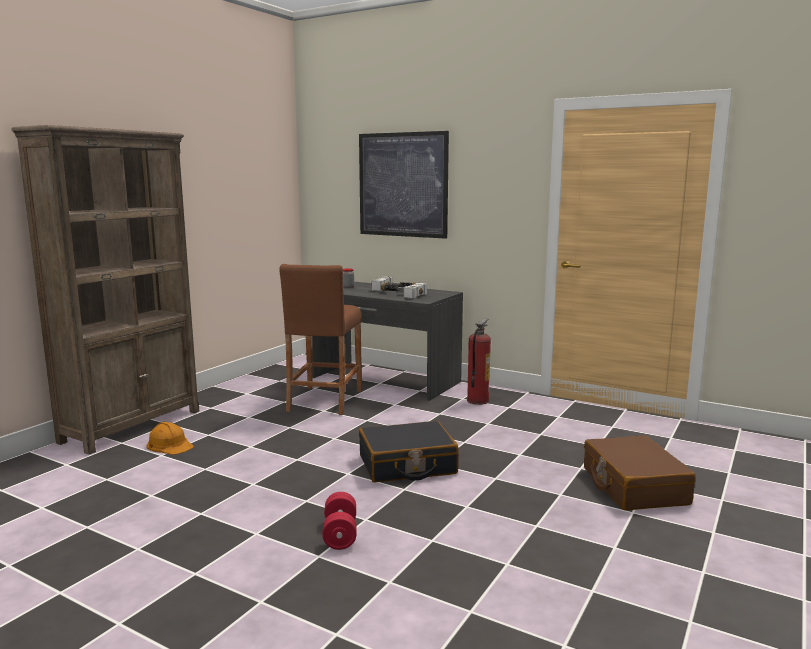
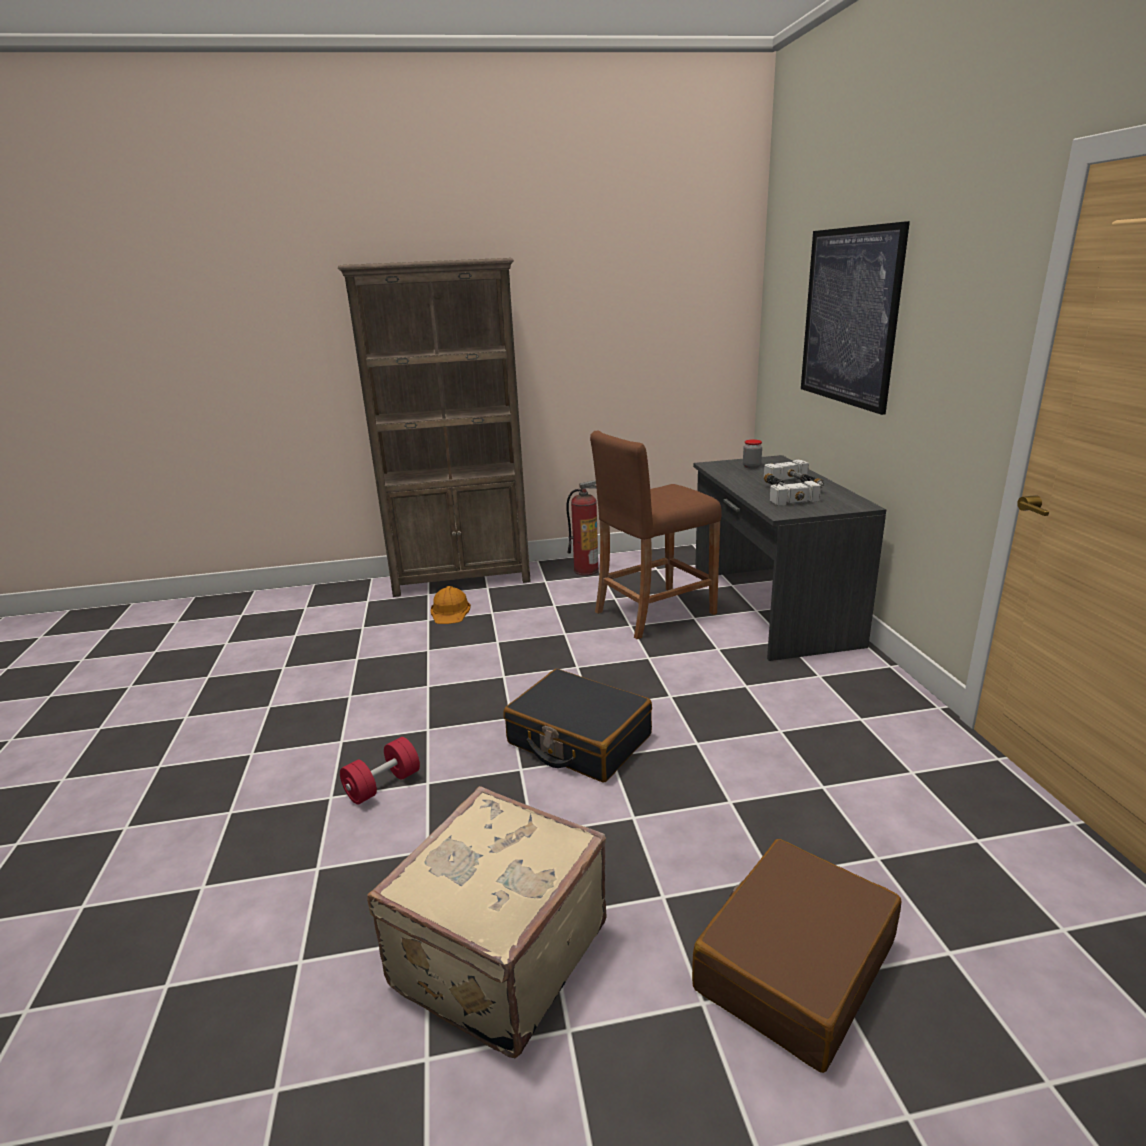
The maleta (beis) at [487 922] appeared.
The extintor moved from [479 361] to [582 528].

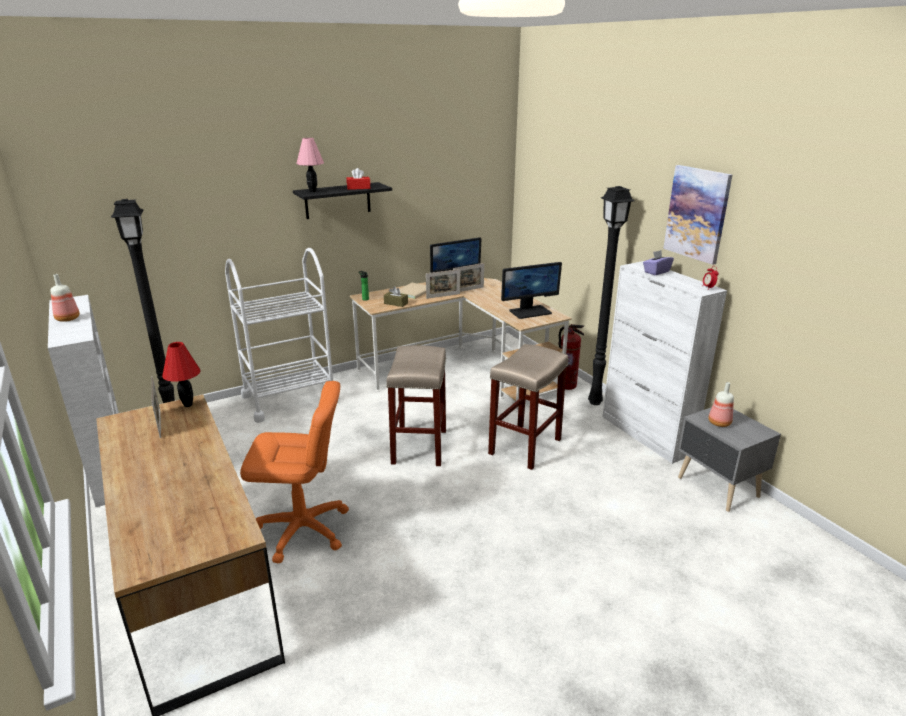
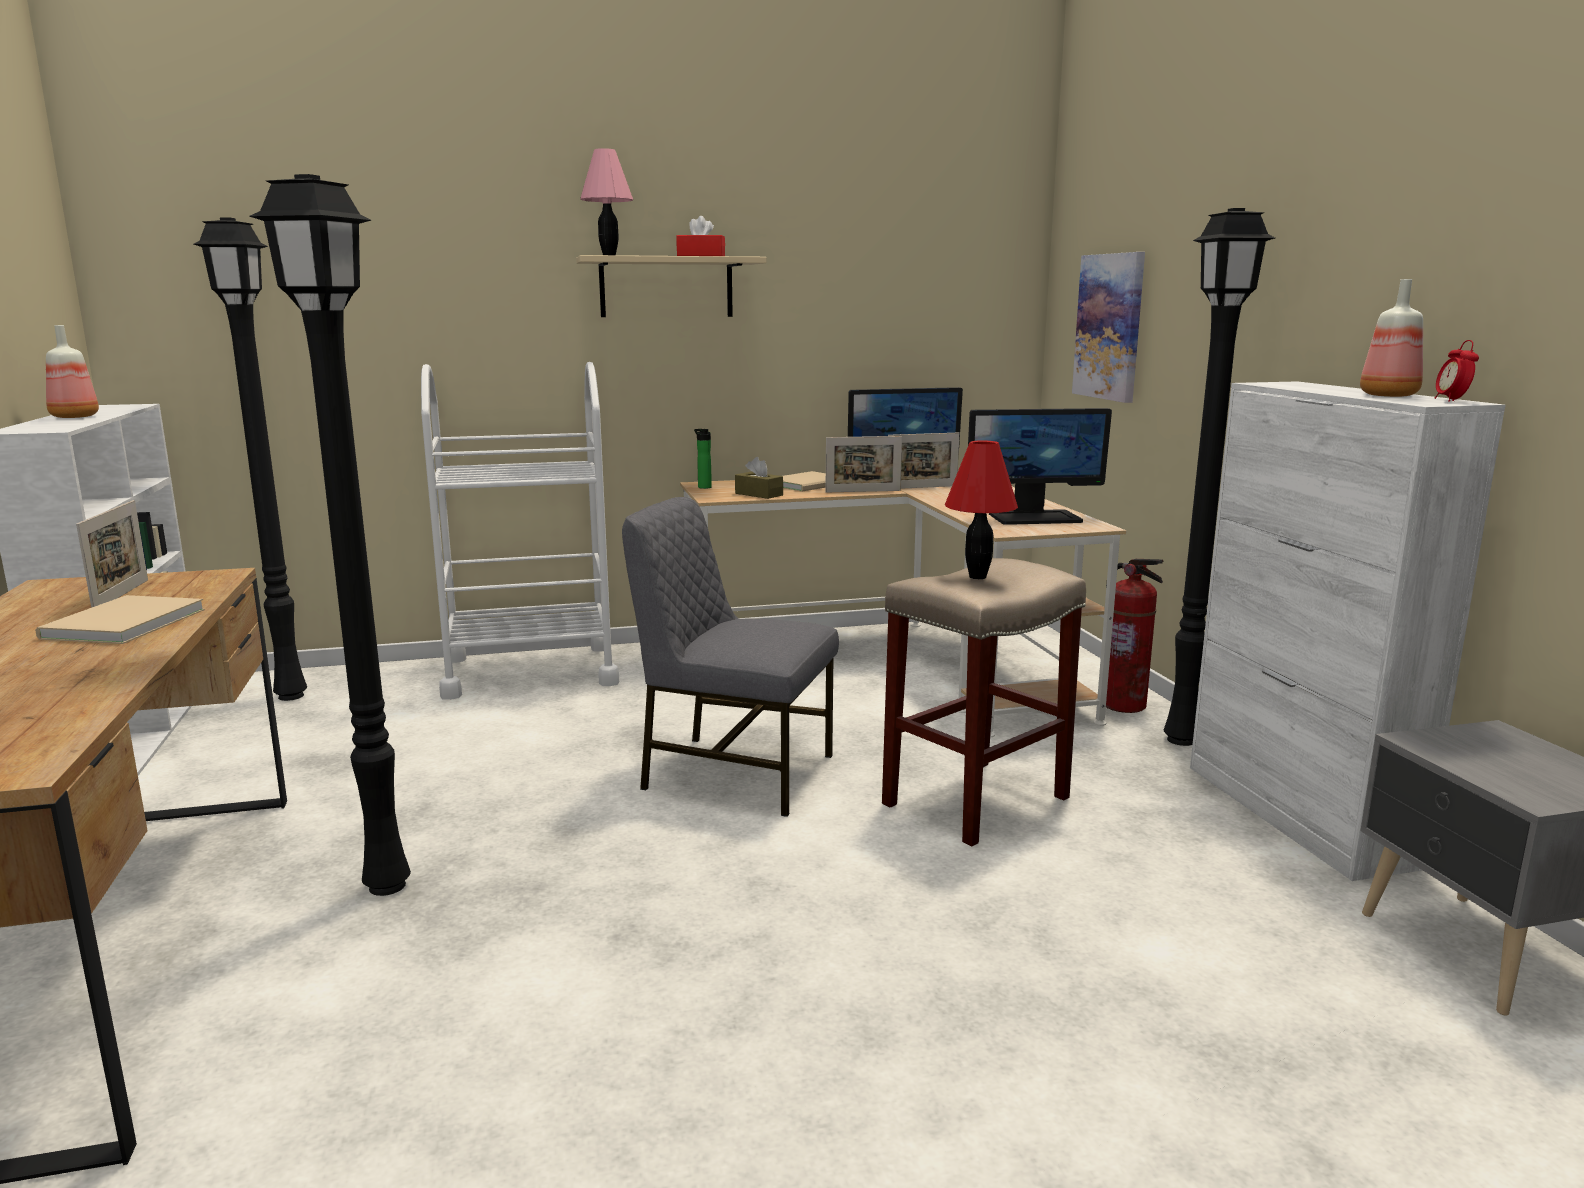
The libro (beis) at [120 619] appeared.
The silla de oficina (naranja) at [294 472] was replaced by the lámpara de pie (negro) at [330 535].
The estante (negro) at [342 200] became the estante (beis) at [671 286].
The taburete (beis) at [416 405] was replaced by the silla (gris) at [730 657].
The lámpara de mesa (rojo) moved from [181 374] to [981 509].
The cuadro moved from [697 215] to [1108 327].
The botella moved from [721 404] to [1391 338].
The caja de pañuelos (morado) at [658 262] disappeared.

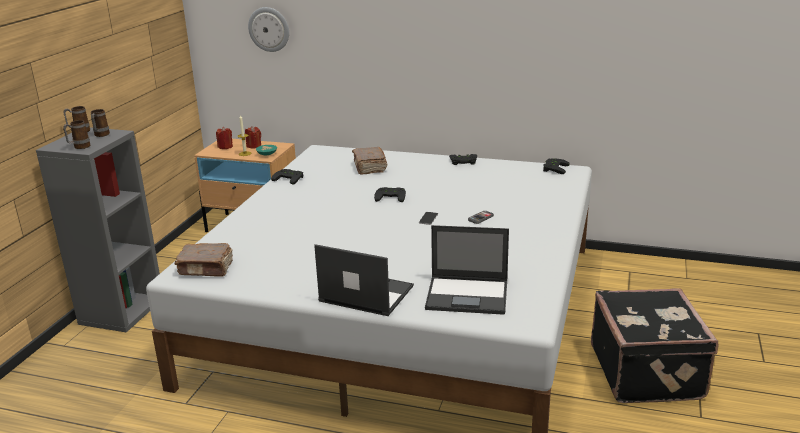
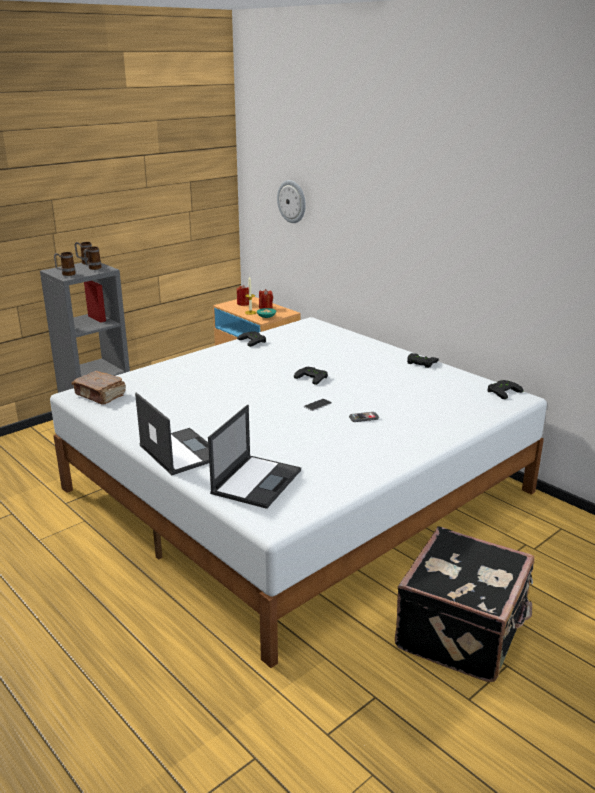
The portátil at [467 270] turned 105 degrees counterclockwise.
The libro (marrón) at [369 161] disappeared.

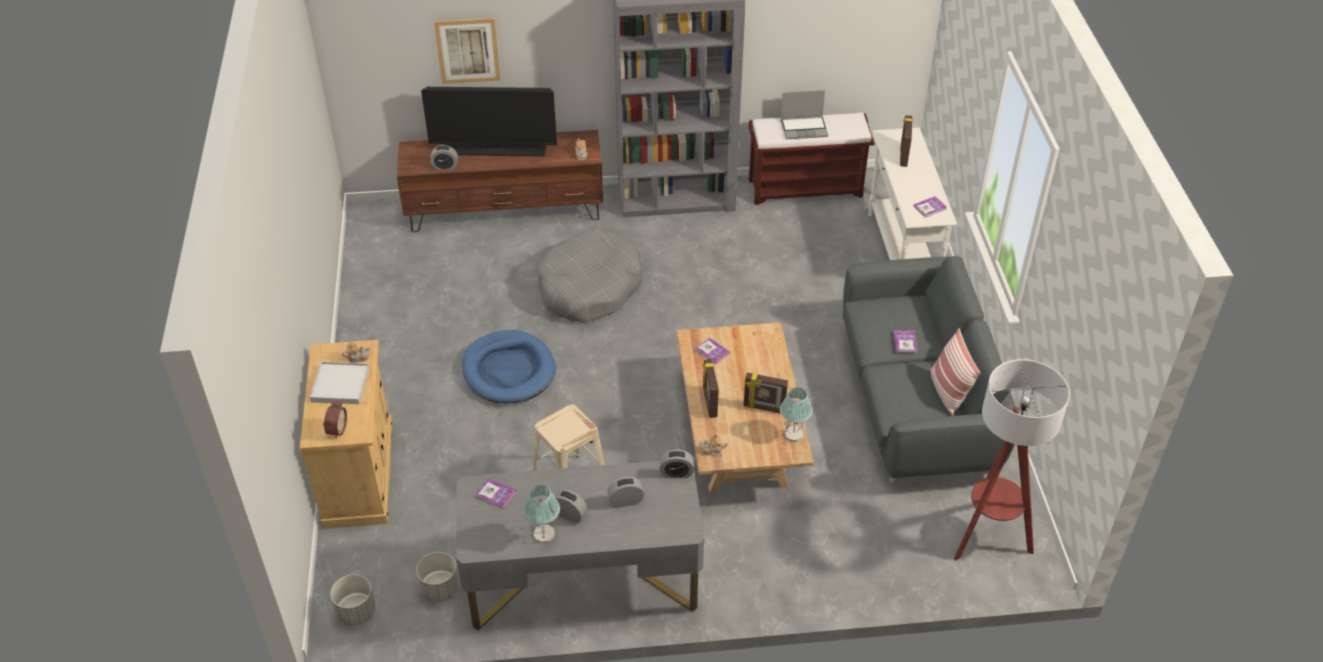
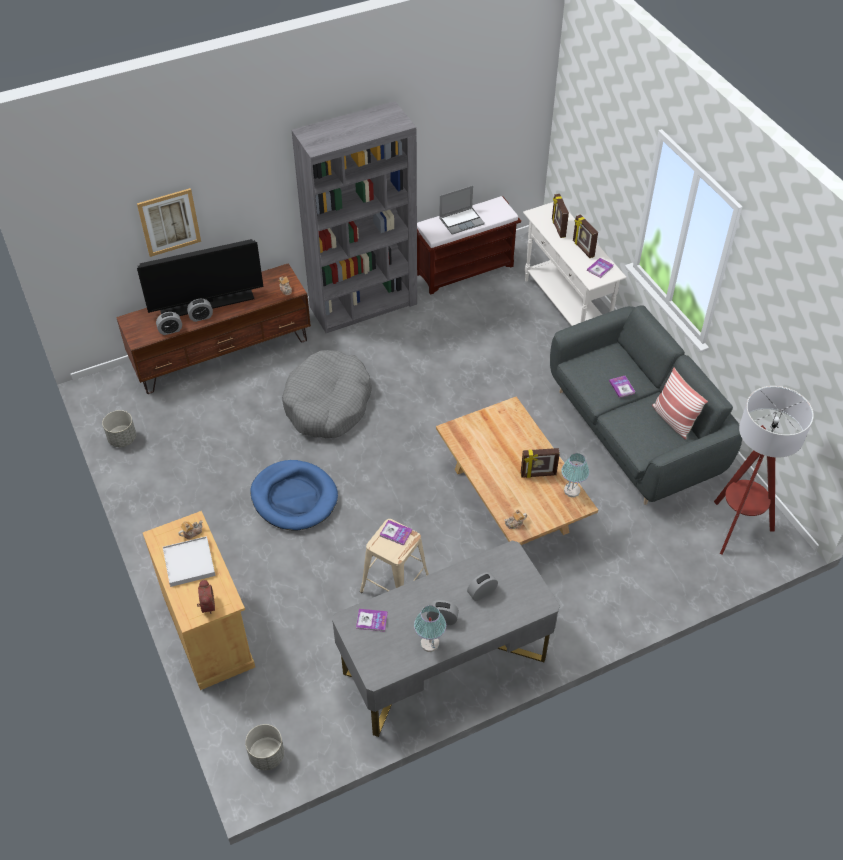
The maceta (gris) moved from [437 577] to [119 428].
The despertador moved from [677 464] to [200 310].
The libro moved from [713 351] to [396 533].
The portarretratos moved from [710 388] to [585 236].

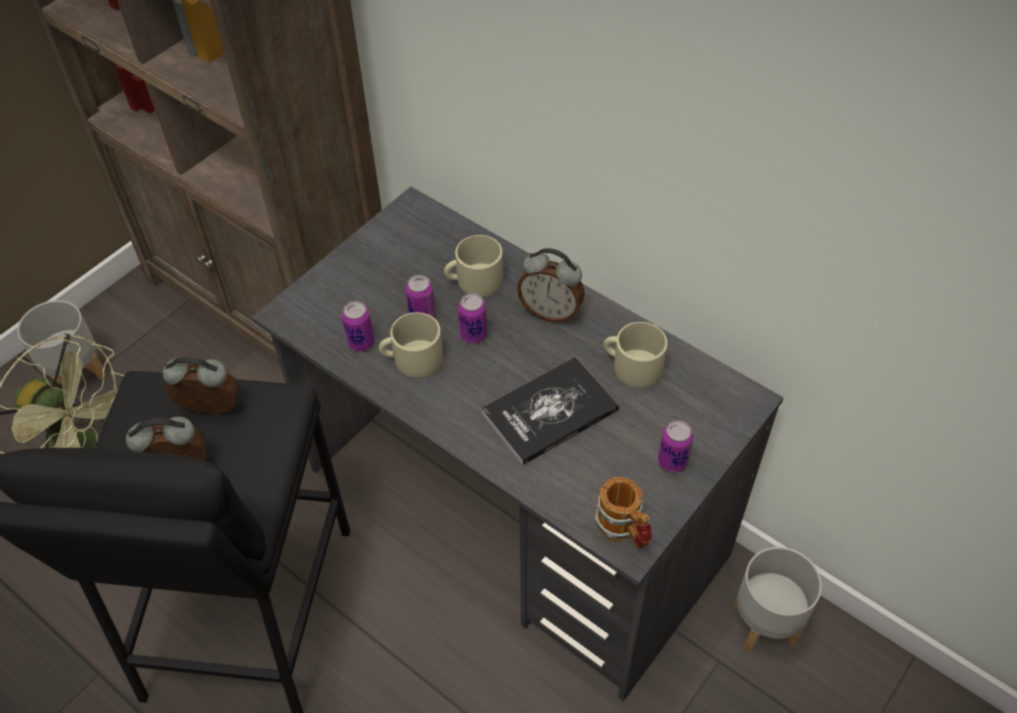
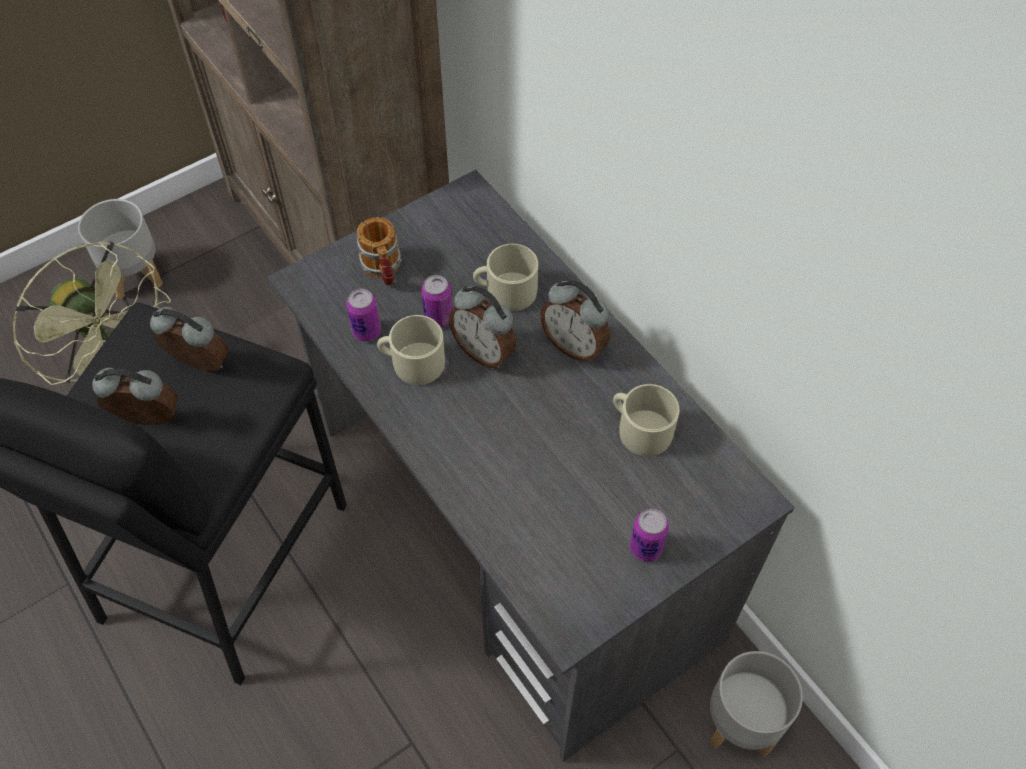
The taza grande moved from [623 512] to [379 251].
The lata at [472 318] was replaced by the despertador at [482 327].
The libro at [550 411] disappeared.

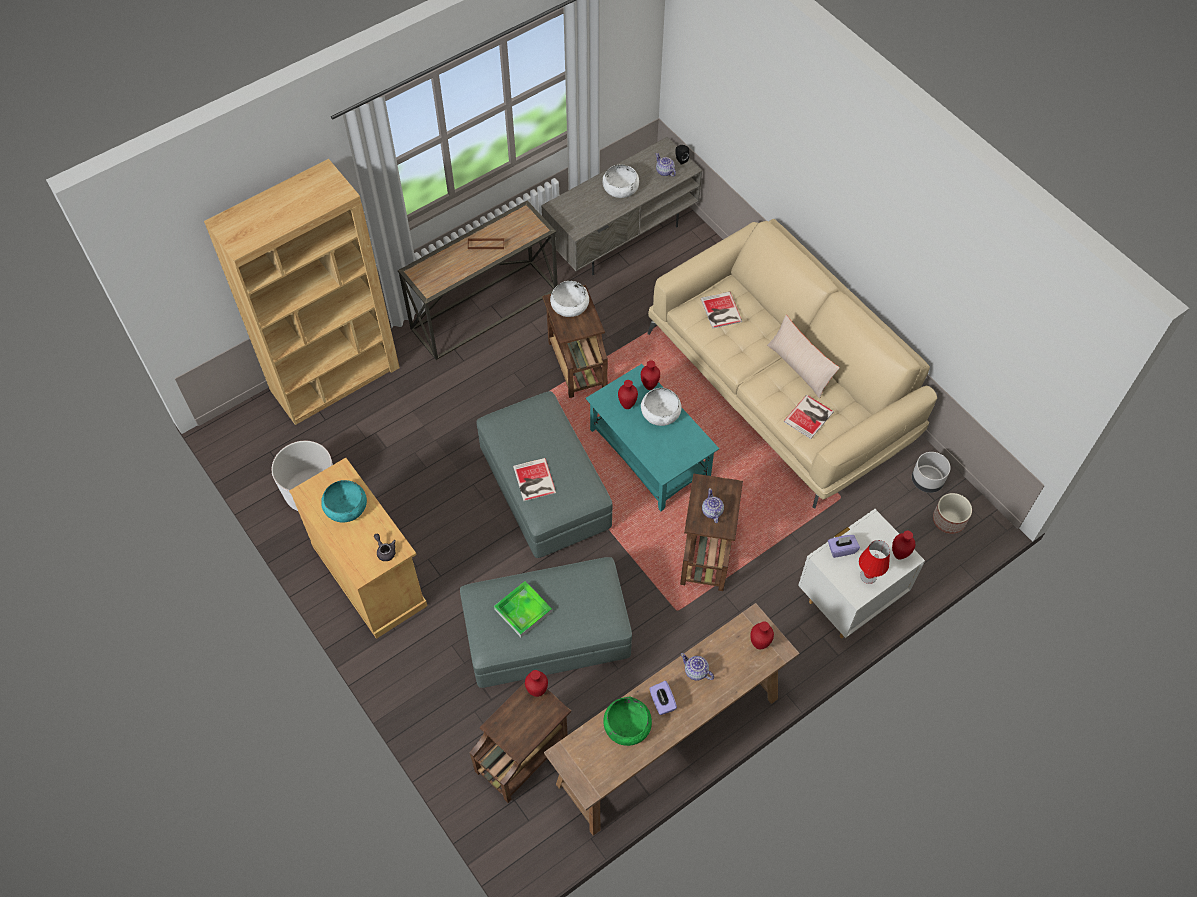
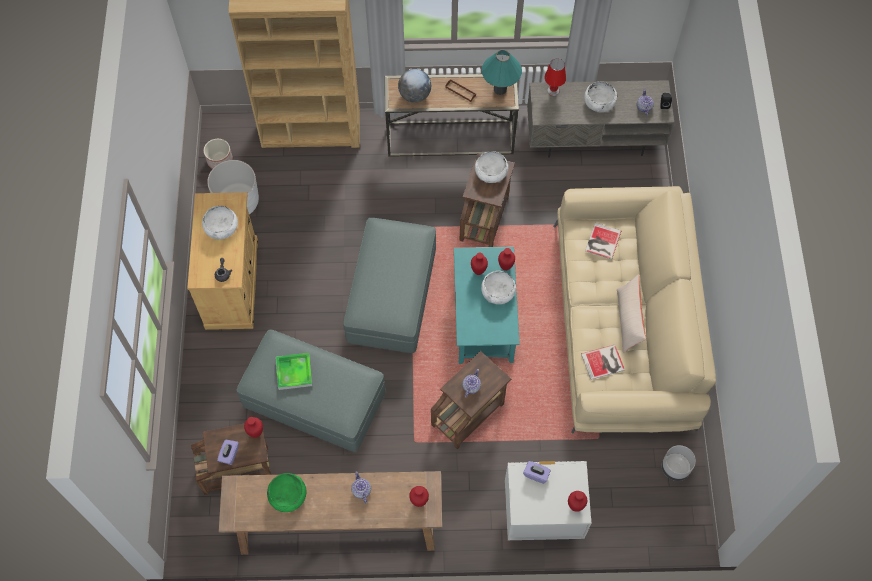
The cuenco (turquesa) at [344 501] became the cuenco (blanco) at [220 222].
The maceta moved from [952 513] to [218 154].
The caja de pañuelos (morado) moved from [663 698] to [228 452].
The globo terráqueo at [414 86] appeared.
The lámpara de mesa (turquesa) at [502 72] appeared.
The lámpara de mesa (rojo) moved from [874 562] to [555 77].
The libro at [534 479] disappeared.

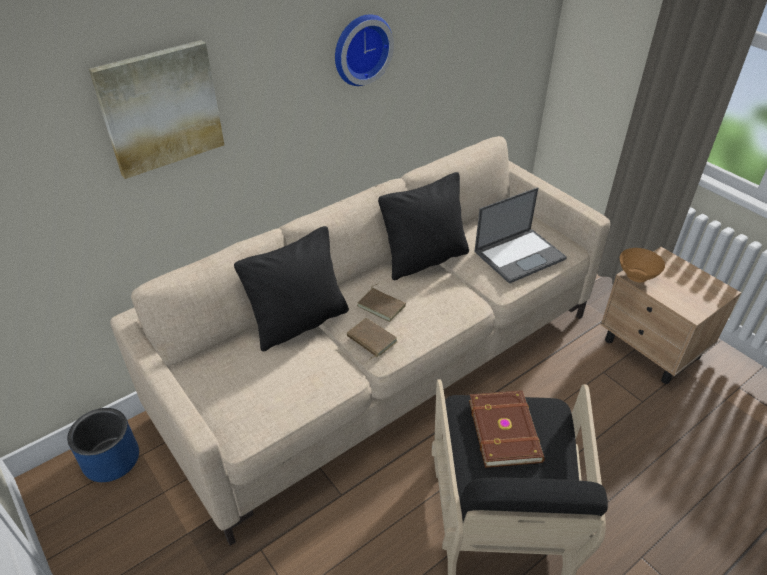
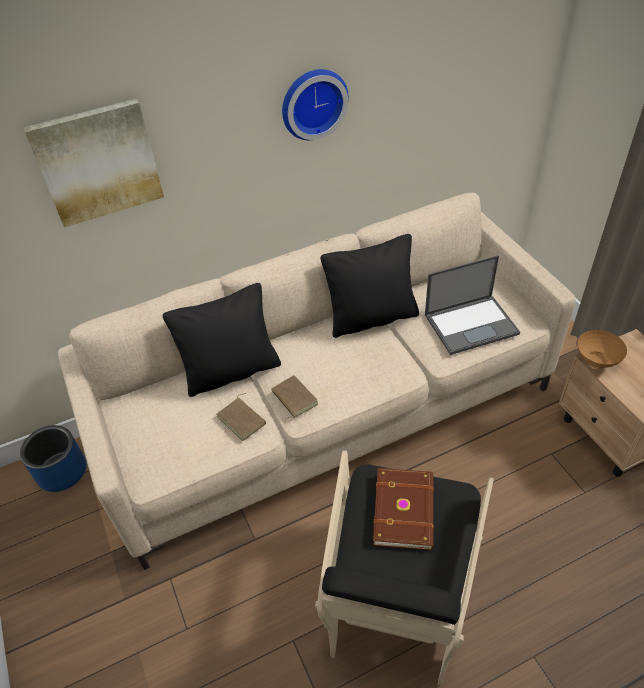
The libro (marrón) moved from [381 303] to [241 417].

